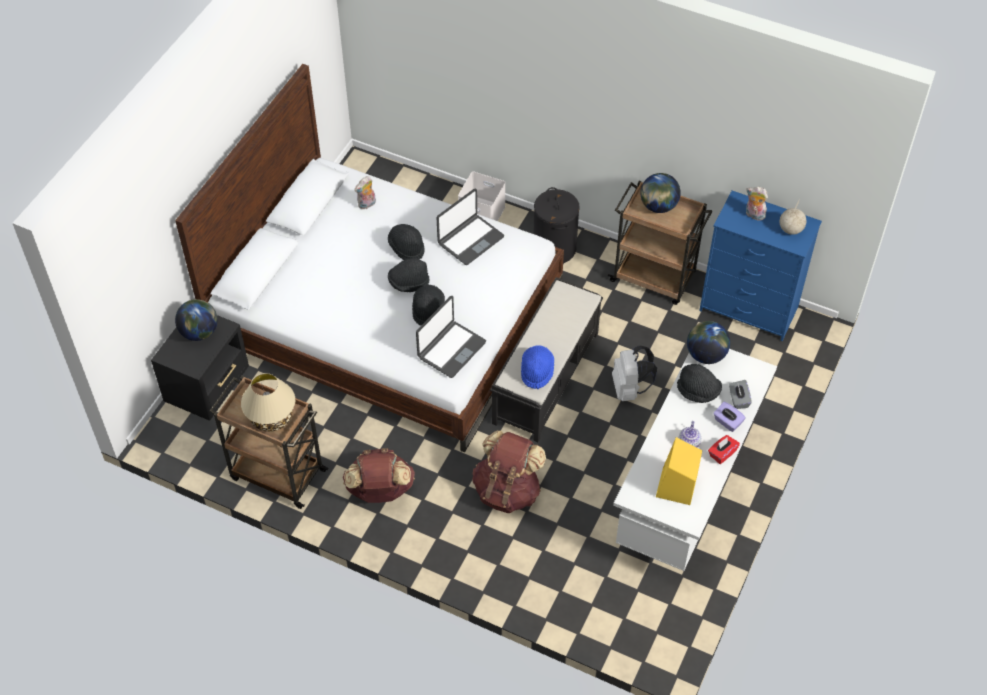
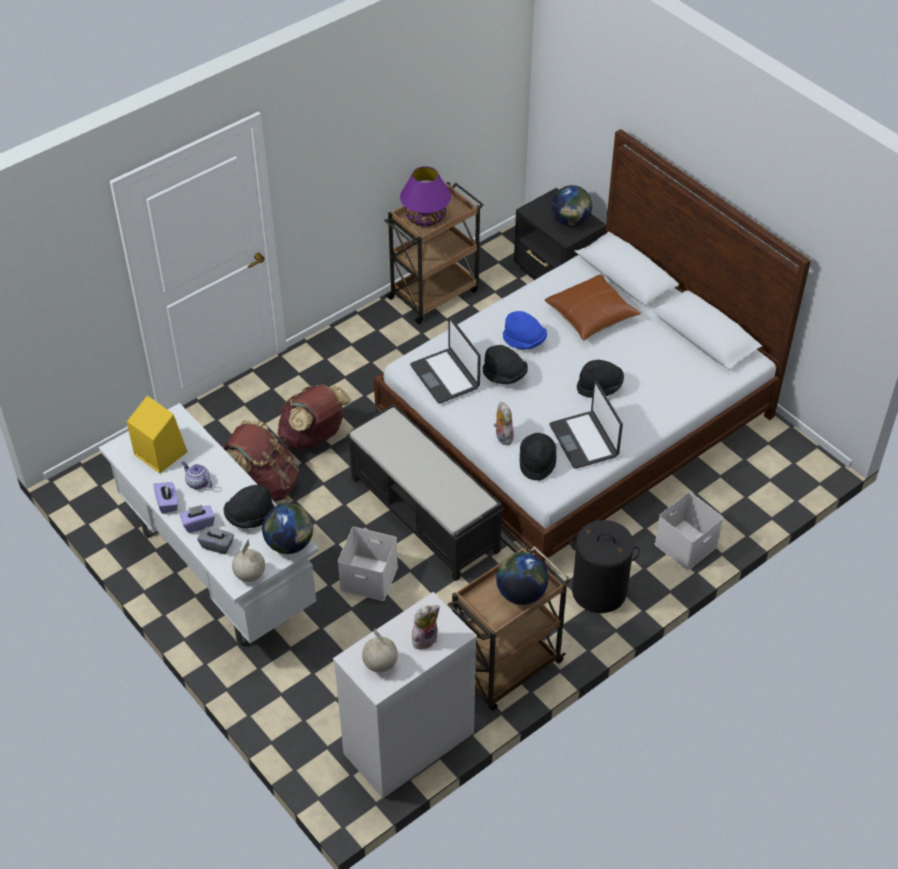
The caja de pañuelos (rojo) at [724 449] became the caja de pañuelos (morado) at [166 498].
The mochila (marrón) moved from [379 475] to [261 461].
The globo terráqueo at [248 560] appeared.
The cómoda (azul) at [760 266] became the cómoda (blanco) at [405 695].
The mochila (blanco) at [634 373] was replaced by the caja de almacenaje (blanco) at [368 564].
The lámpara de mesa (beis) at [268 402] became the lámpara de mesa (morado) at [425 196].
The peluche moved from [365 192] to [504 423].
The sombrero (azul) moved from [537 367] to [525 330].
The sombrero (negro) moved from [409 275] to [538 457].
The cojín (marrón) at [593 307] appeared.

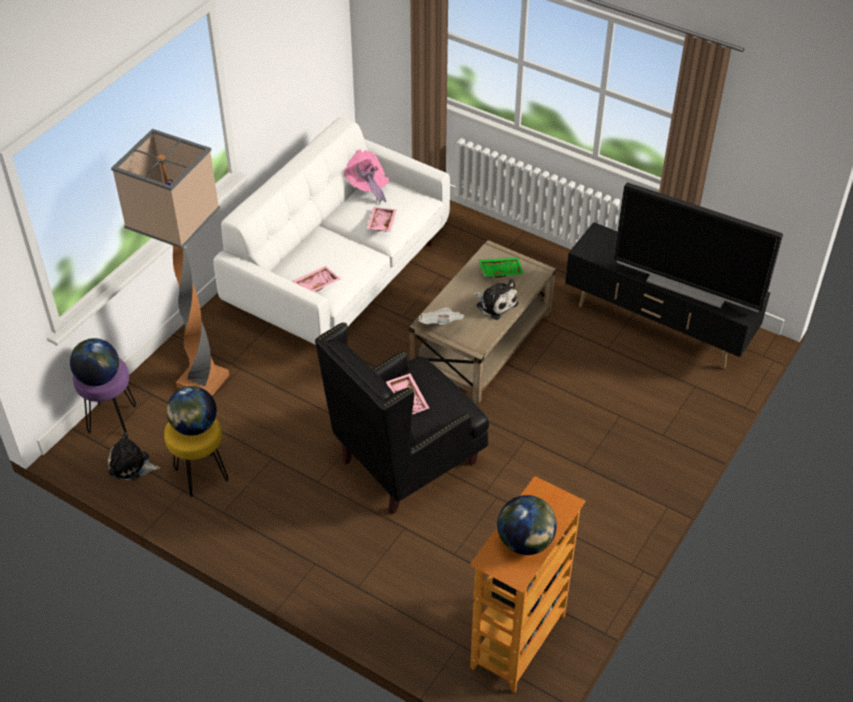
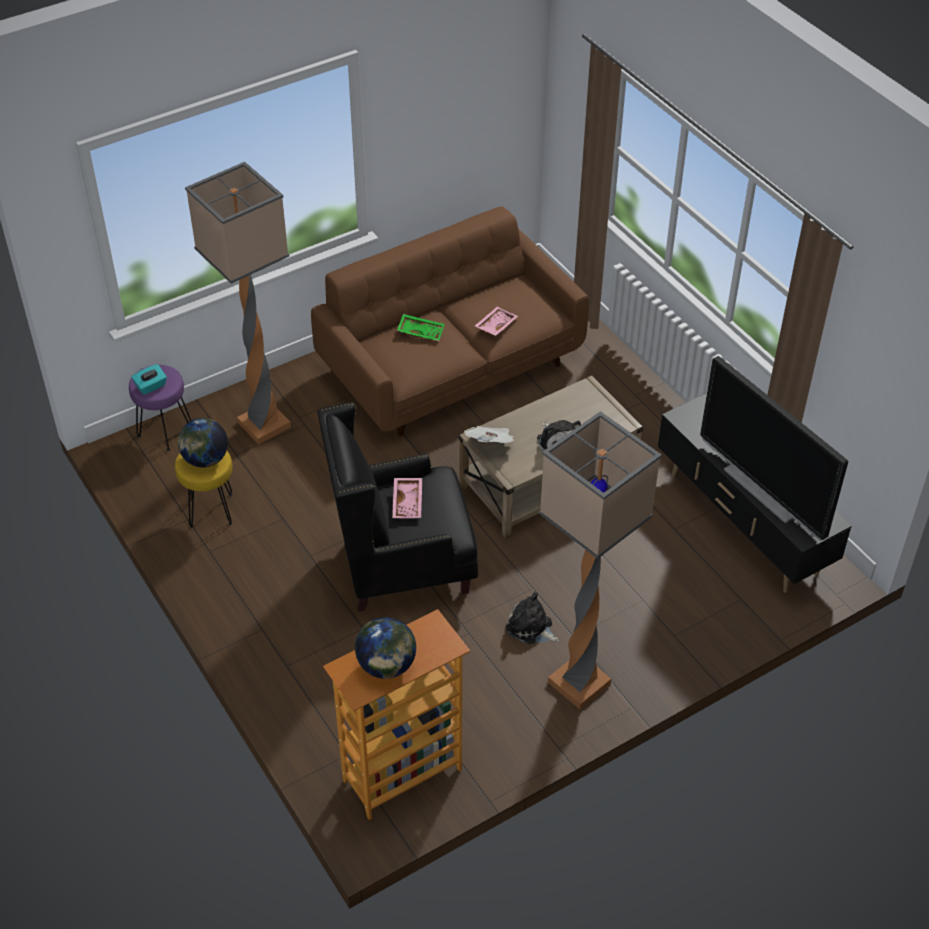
The globo terráqueo at [94 362] was replaced by the caja de pañuelos (turquesa) at [149 379].
The sofá (blanco) at [331 231] became the sofá (marrón) at [450 321].
The bandeja (verde) moved from [501 267] to [421 327].
The peluche moved from [134 456] to [532 618].
The lámpara de pie at [600 560] appeared.
The bandeja (rosa) at [317 279] disappeared.
The sombrero (rosa) at [366 177] disappeared.

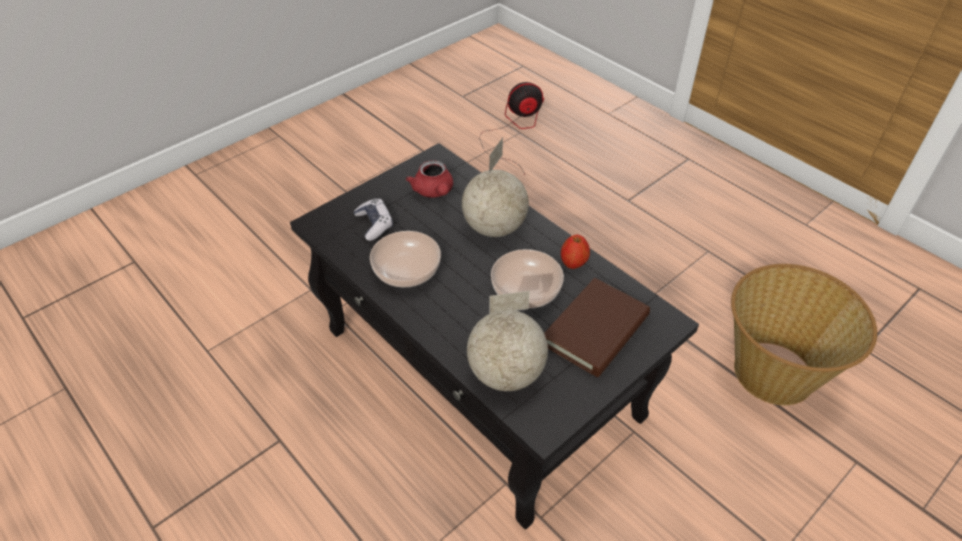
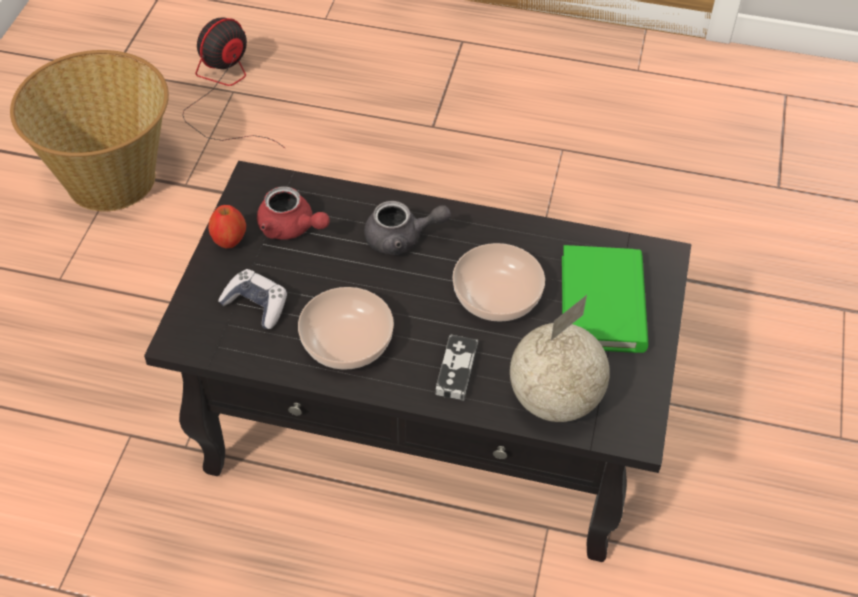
The cesta moved from [804 334] to [89 131].
The manzana moved from [575 252] to [227 227].
The globo terráqueo at [495 187] was replaced by the tetera (gris) at [407 228].
The mando de consola at [457 368] appeared.
The libro (marrón) at [597 327] became the libro (verde) at [605 299].

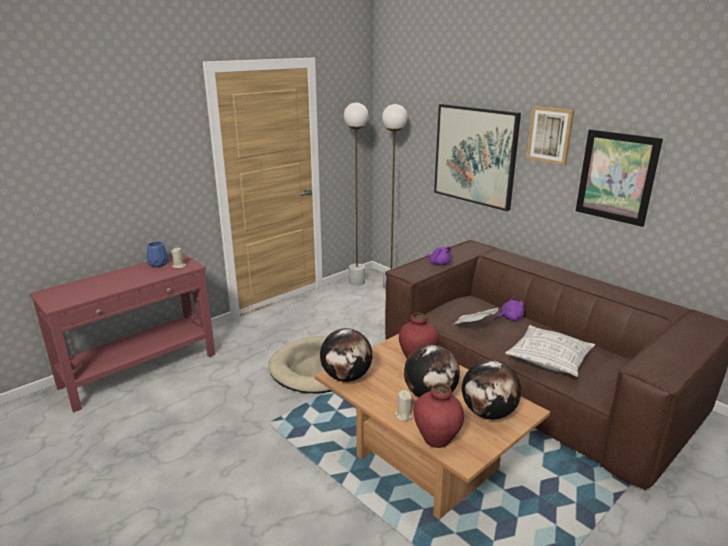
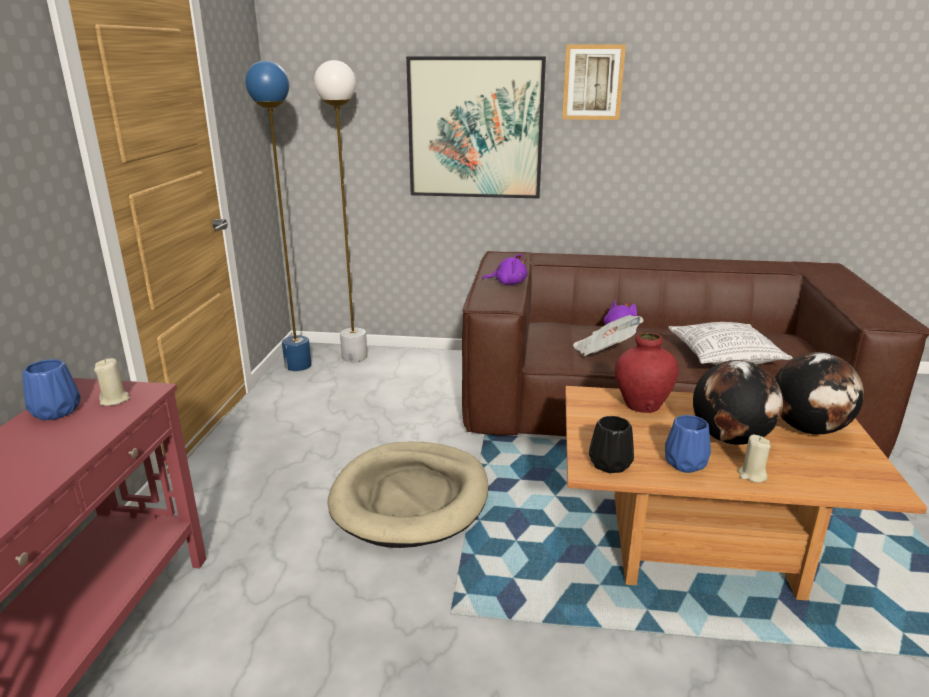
The lámpara de pie (blanco) at [356 194] became the lámpara de pie (azul) at [278 216].
The globo terráqueo at [346 355] was replaced by the florero (negro) at [611 444].
The florero (azul) at [688 444] appeared.
The florero (rojo) at [439 416] disappeared.
The cuadro at [619 178] disappeared.

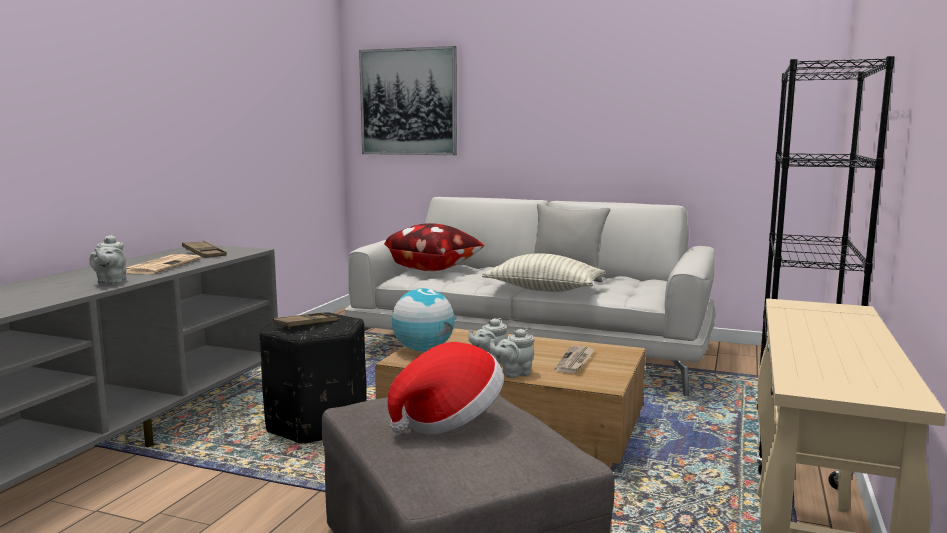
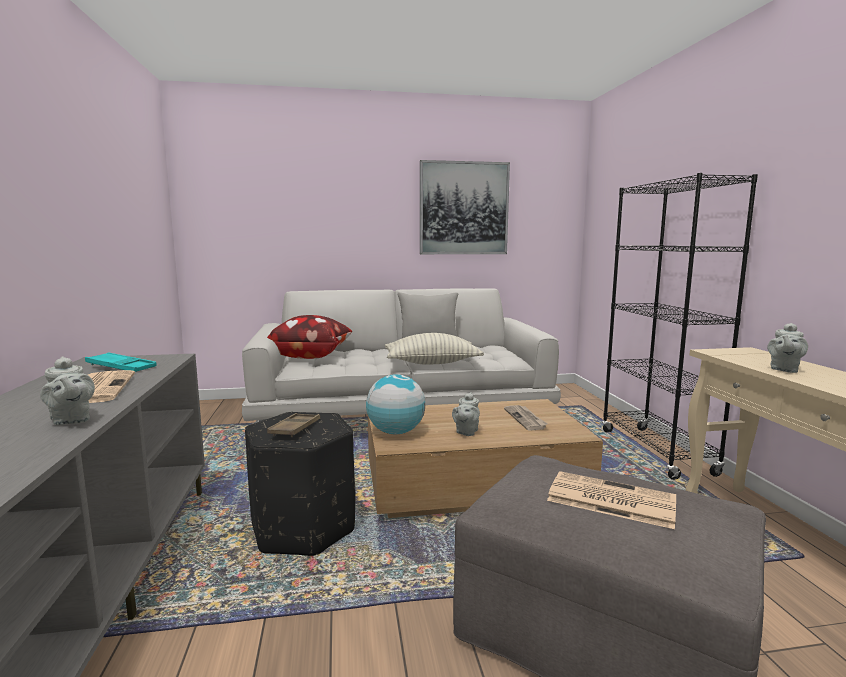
The bandeja (marrón) at [204 249] became the bandeja (turquesa) at [120 362].
The cuadro moved from [408 100] to [465 207].
The sombrero at [446 388] was replaced by the periódico at [611 500].
The tetera (gris) moved from [511 353] to [787 348].

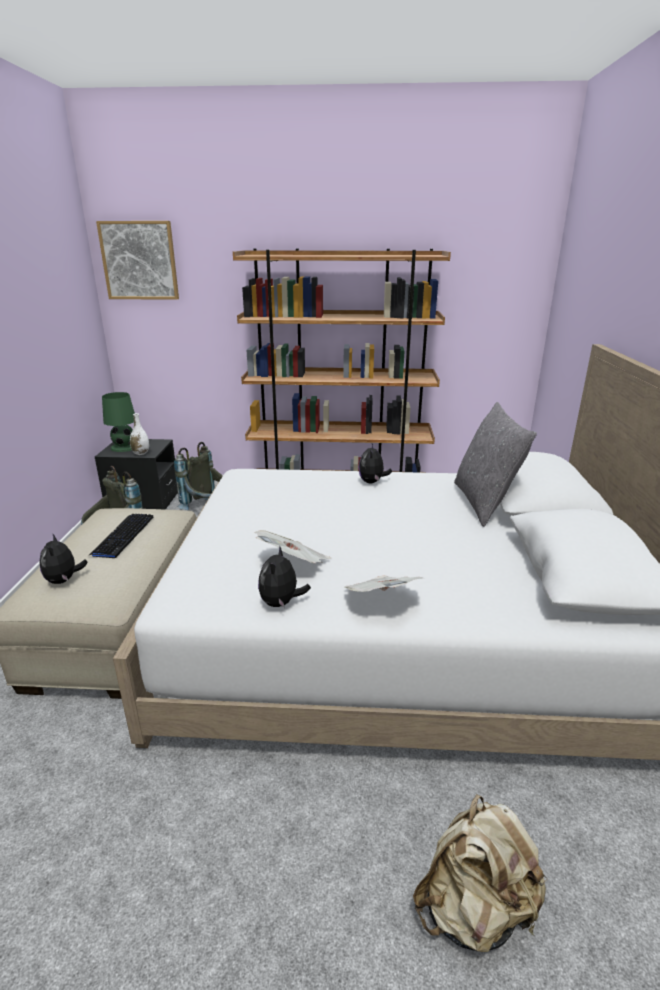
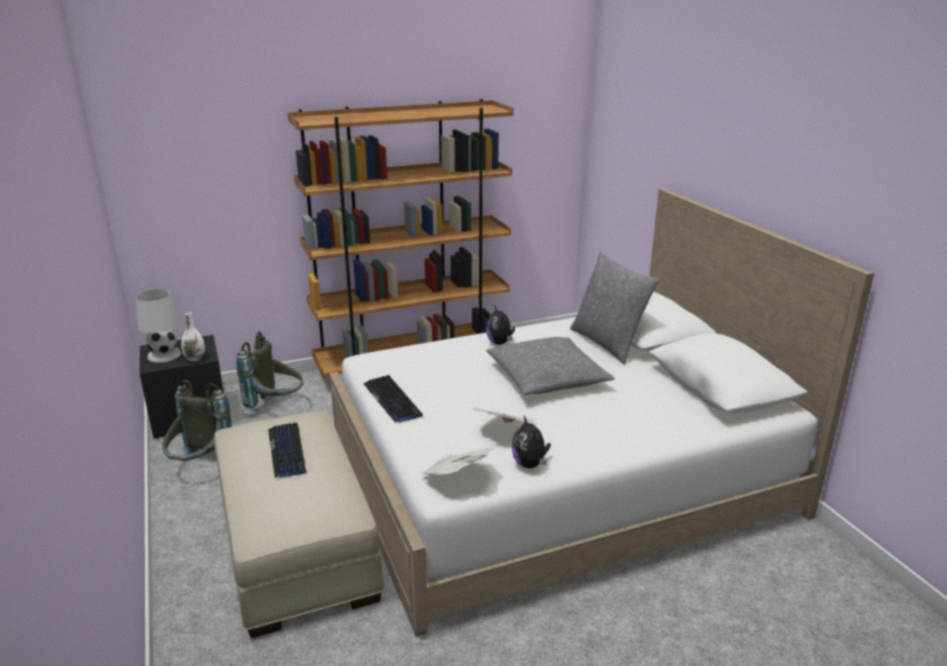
The lámpara de mesa (verde) at [118 422] became the lámpara de mesa (blanco) at [158 326].
The teclado at [393 399] appeared.
The periódico moved from [384 583] to [457 461].
The cojín (gris) at [550 366] appeared.
The peluche at [64 558] disappeared.
The cuadro at [137 260] disappeared.
The mochila (beis) at [480 873] disappeared.

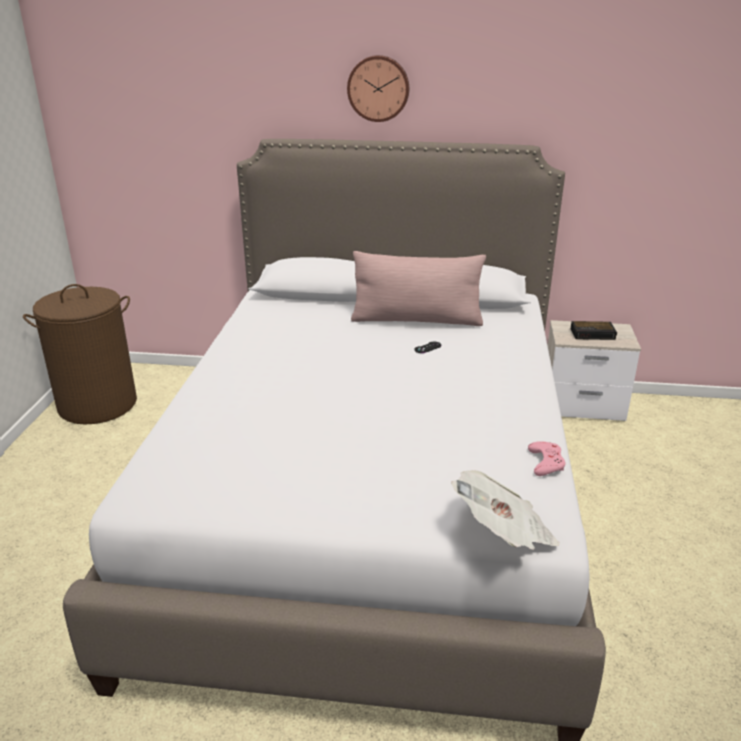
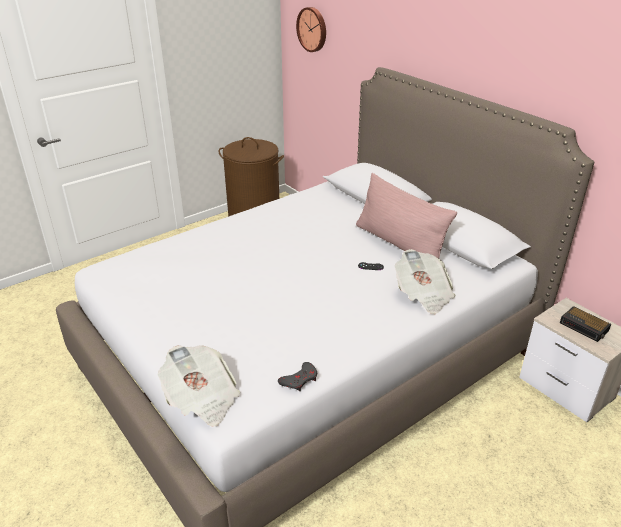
The mando de consola (rosa) at [547 458] became the mando de consola (gris) at [297 376].
The reloj de pared moved from [378 88] to [311 29].
The periódico at [424 281] appeared.

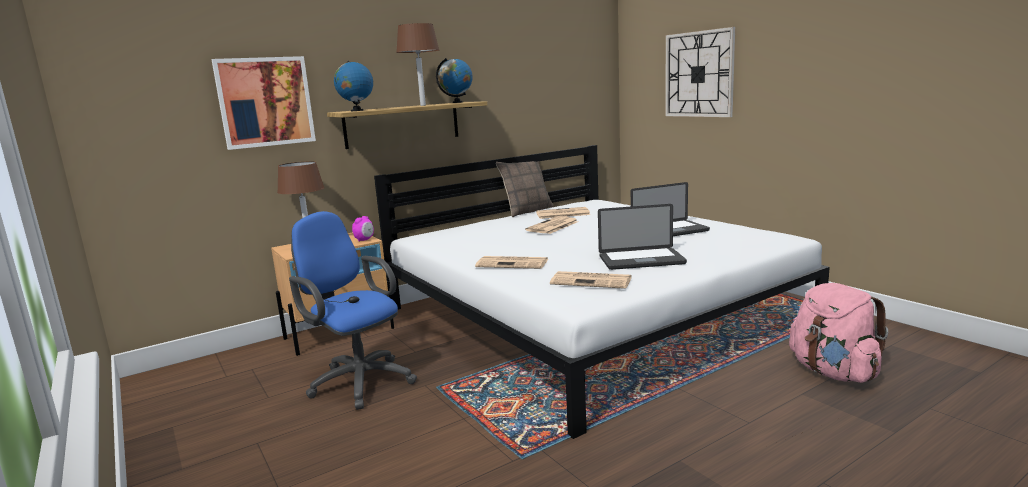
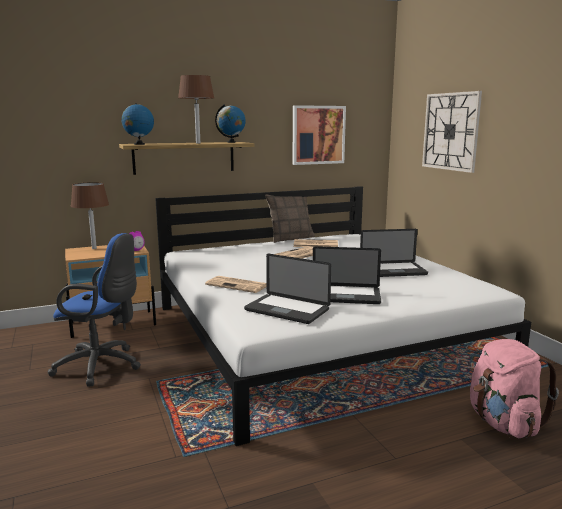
The silla de oficina (azul) at [353 310] turned 135 degrees clockwise.
The periódico at [591 280] was replaced by the portátil at [287 289].
The cuadro moved from [263 103] to [319 135].

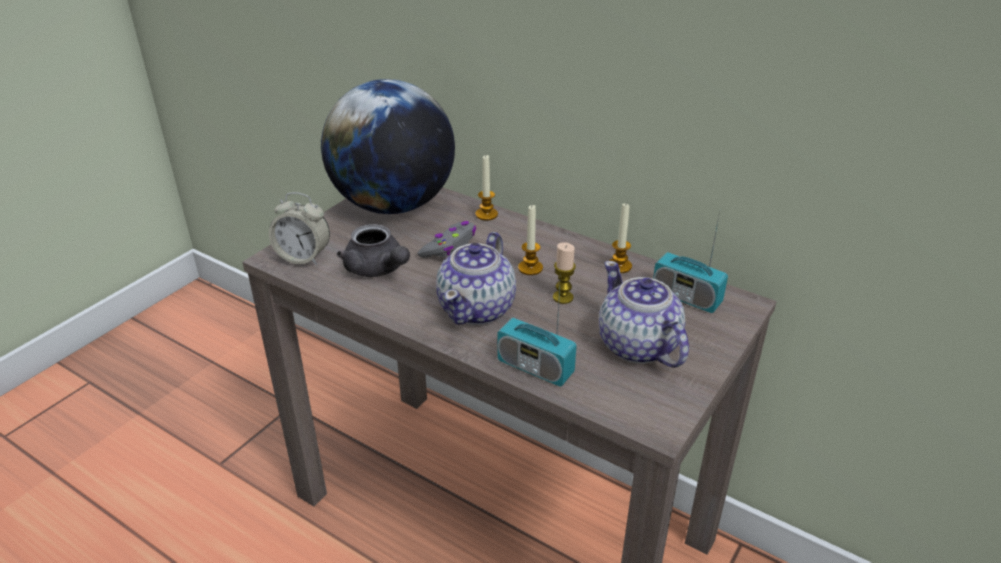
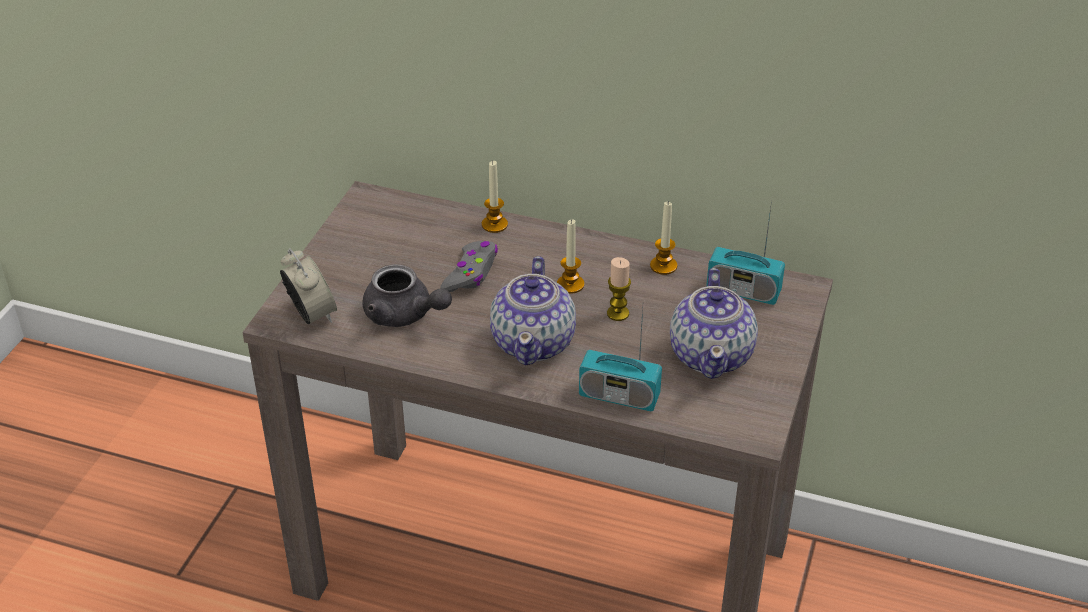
The despertador at [299 228] turned 120 degrees counterclockwise.
The tetera at [644 314] turned 135 degrees counterclockwise.
The globo terráqueo at [388 146] disappeared.

